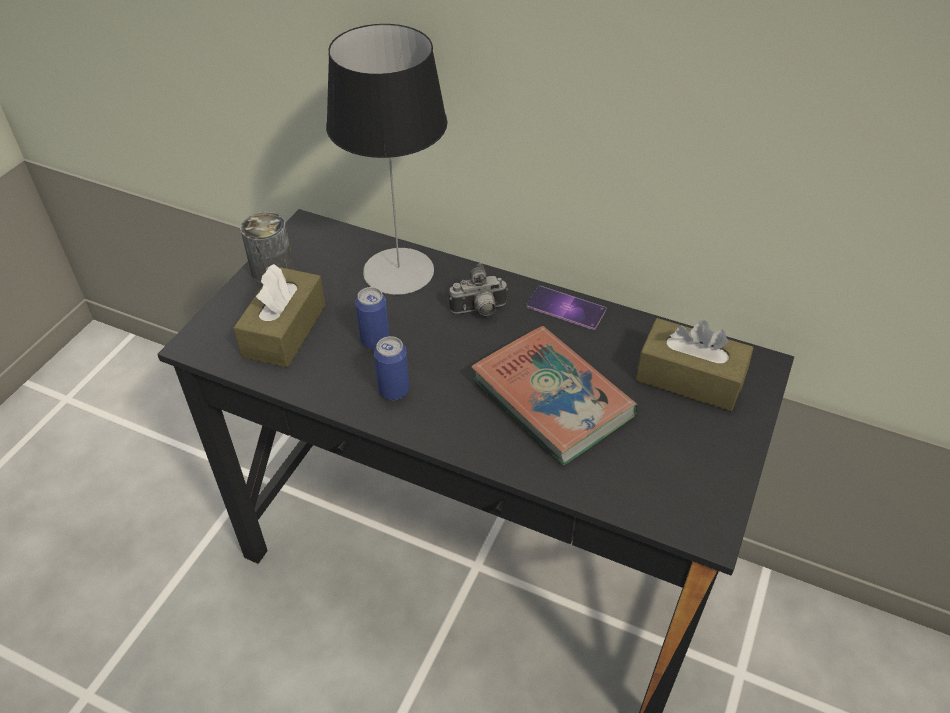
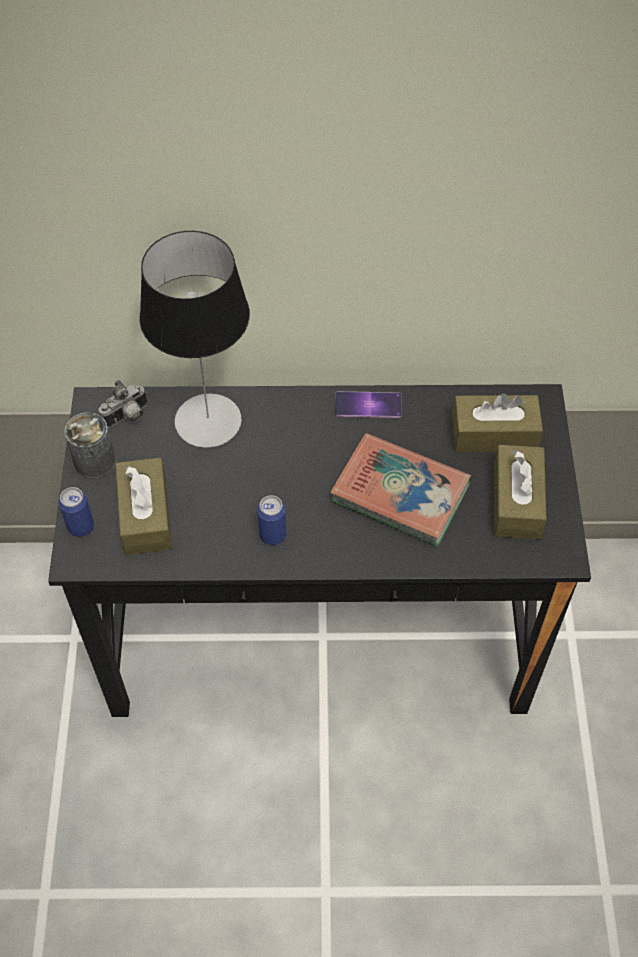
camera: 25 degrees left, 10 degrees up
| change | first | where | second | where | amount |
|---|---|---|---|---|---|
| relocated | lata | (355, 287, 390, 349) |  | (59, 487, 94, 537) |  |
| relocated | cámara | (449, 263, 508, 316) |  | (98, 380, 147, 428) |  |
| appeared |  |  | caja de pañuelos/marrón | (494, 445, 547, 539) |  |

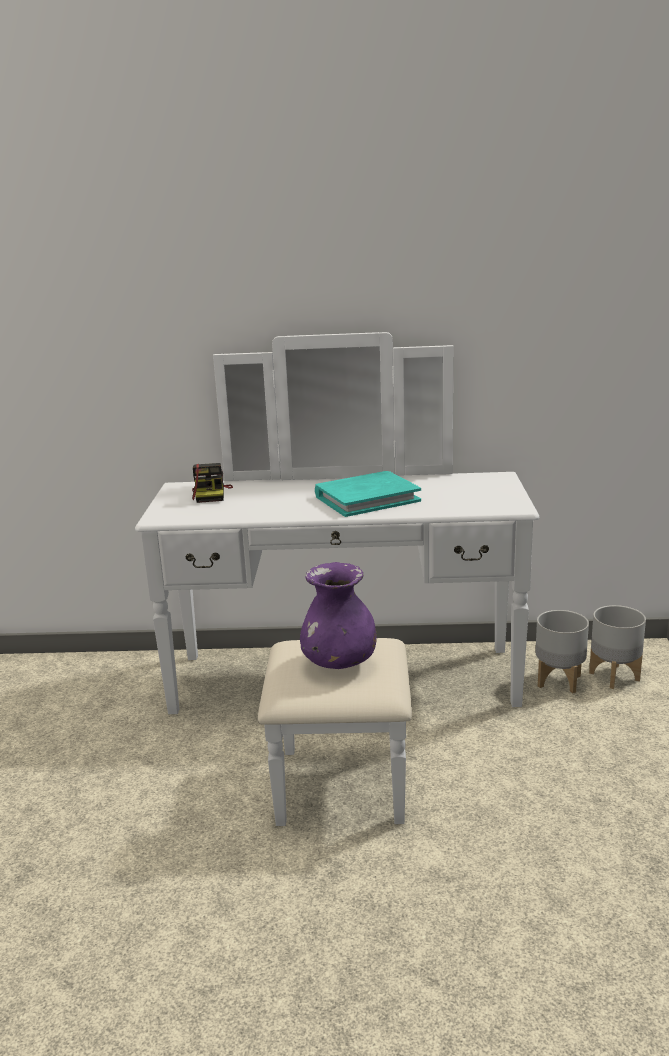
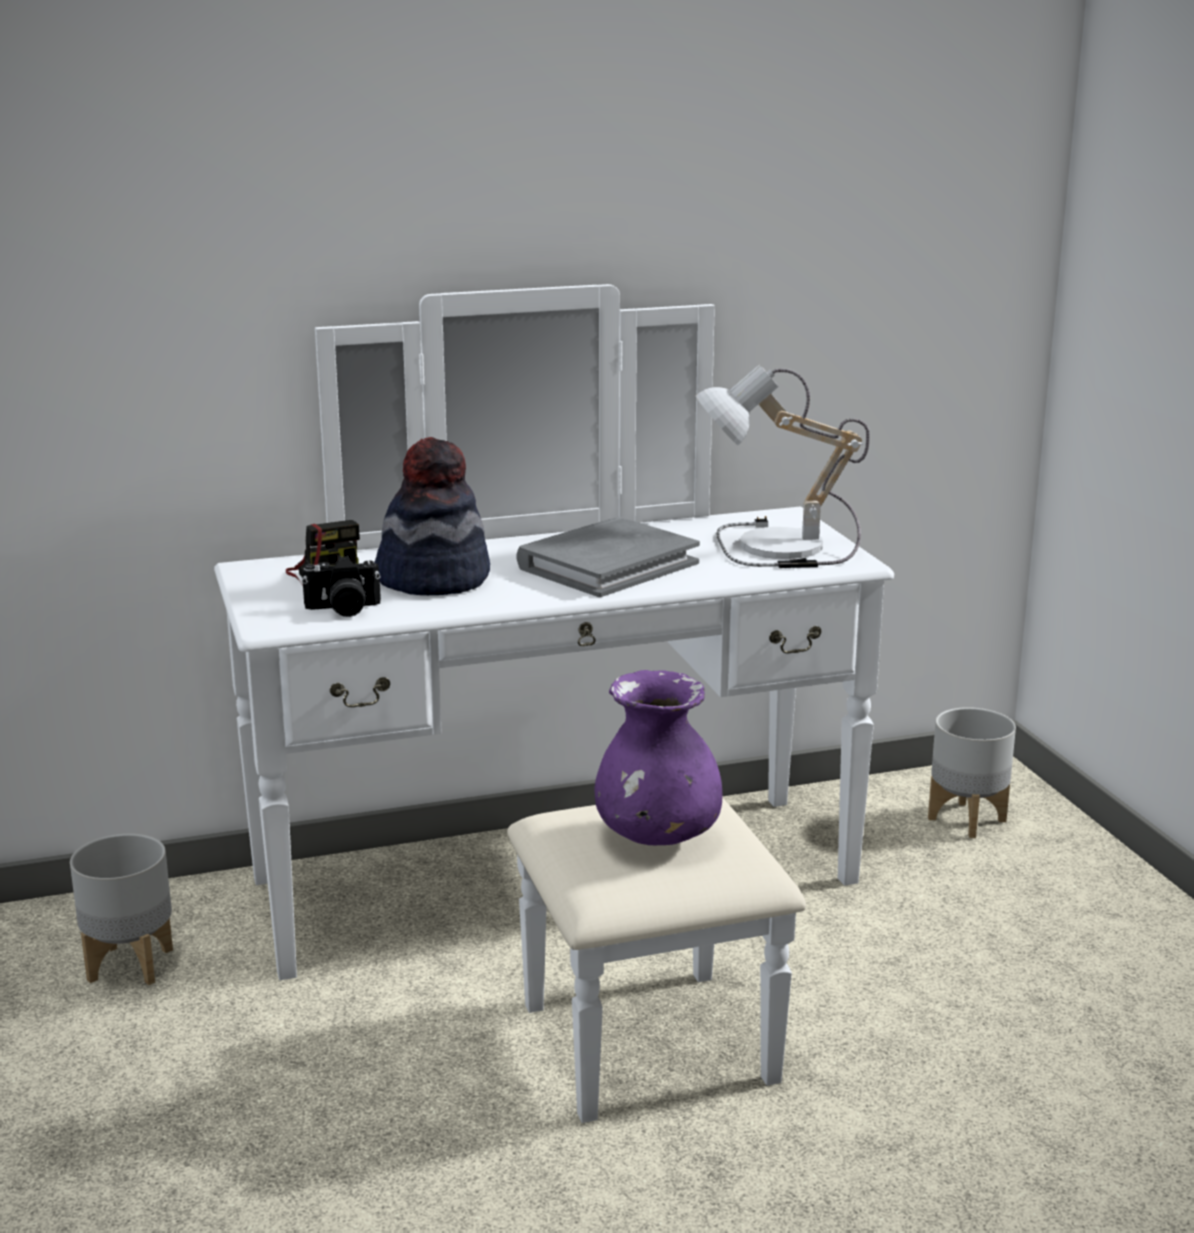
camera: 20 degrees left, 0 degrees up
| change | first | where | second | where | amount |
|---|---|---|---|---|---|
| relocated | maceta/gris | (535, 610, 589, 693) |  | (70, 834, 173, 985) |  |
| appeared |  |  | cámara | (302, 555, 381, 617) |  |
| appeared |  |  | sombrero | (374, 437, 490, 595) |  |
| colour | libro/turquesa | (315, 471, 421, 517) | libro/gris | (516, 517, 700, 597) |  |
| appeared |  |  | lámpara de mesa | (695, 364, 870, 568) |  |

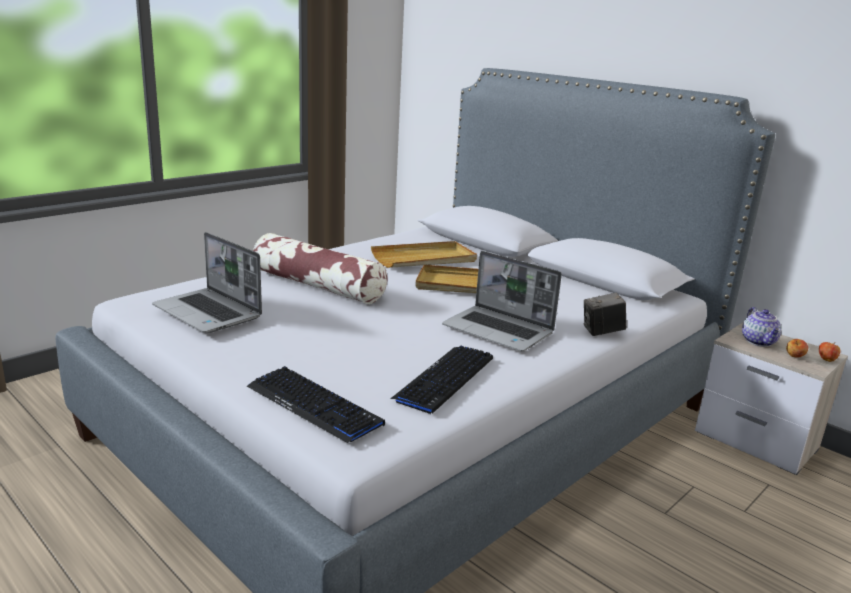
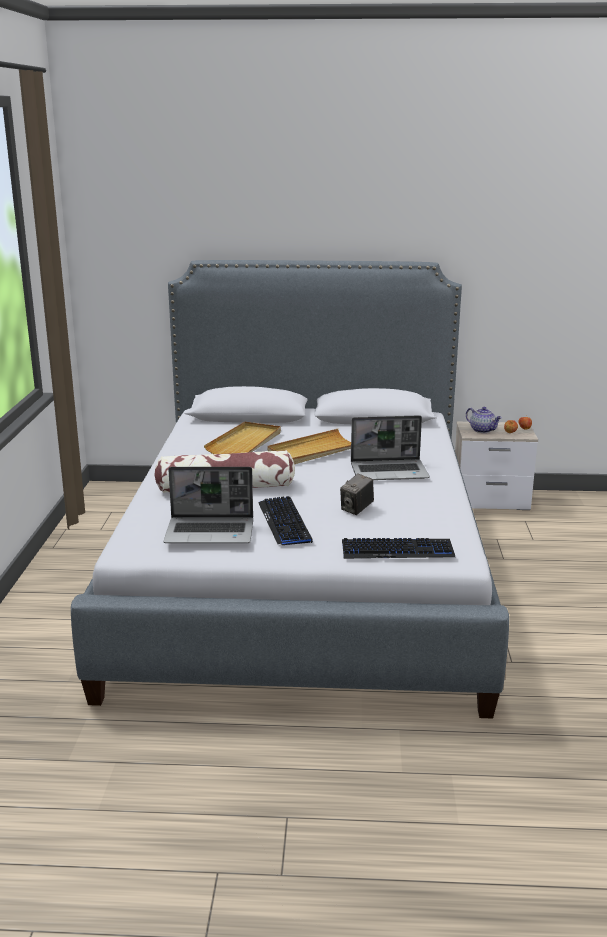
camera: 40 degrees left, 0 degrees up
| change | first | where | second | where | amount |
|---|---|---|---|---|---|
| relocated | teclado | (390, 346, 493, 414) |  | (258, 496, 313, 545) |  |
| relocated | cámara | (584, 292, 626, 336) |  | (340, 473, 374, 515) |  |

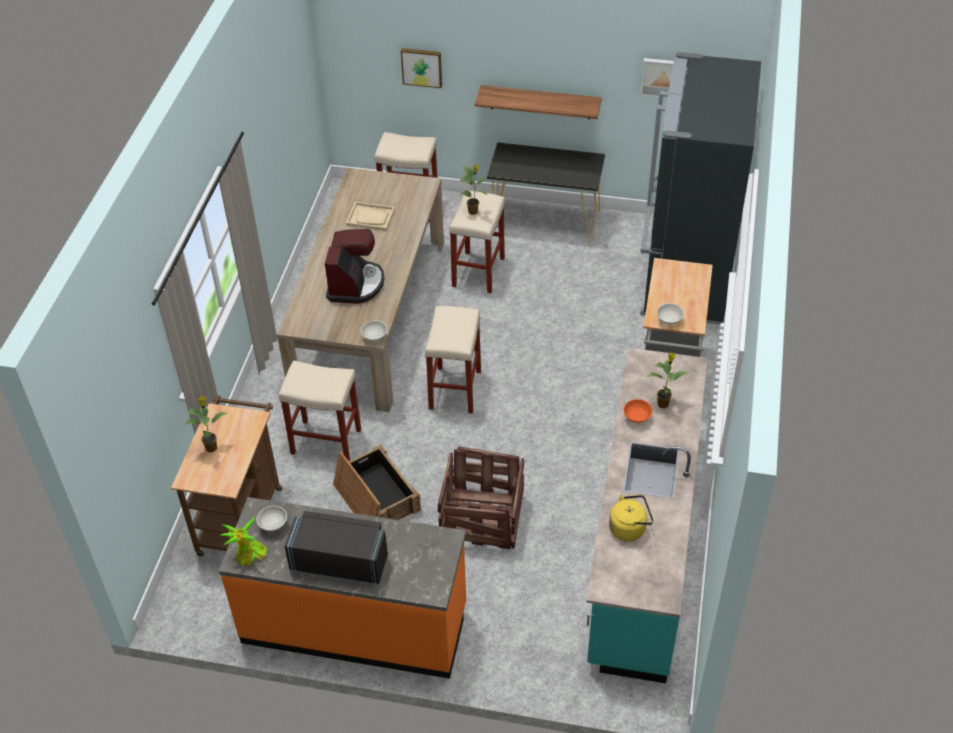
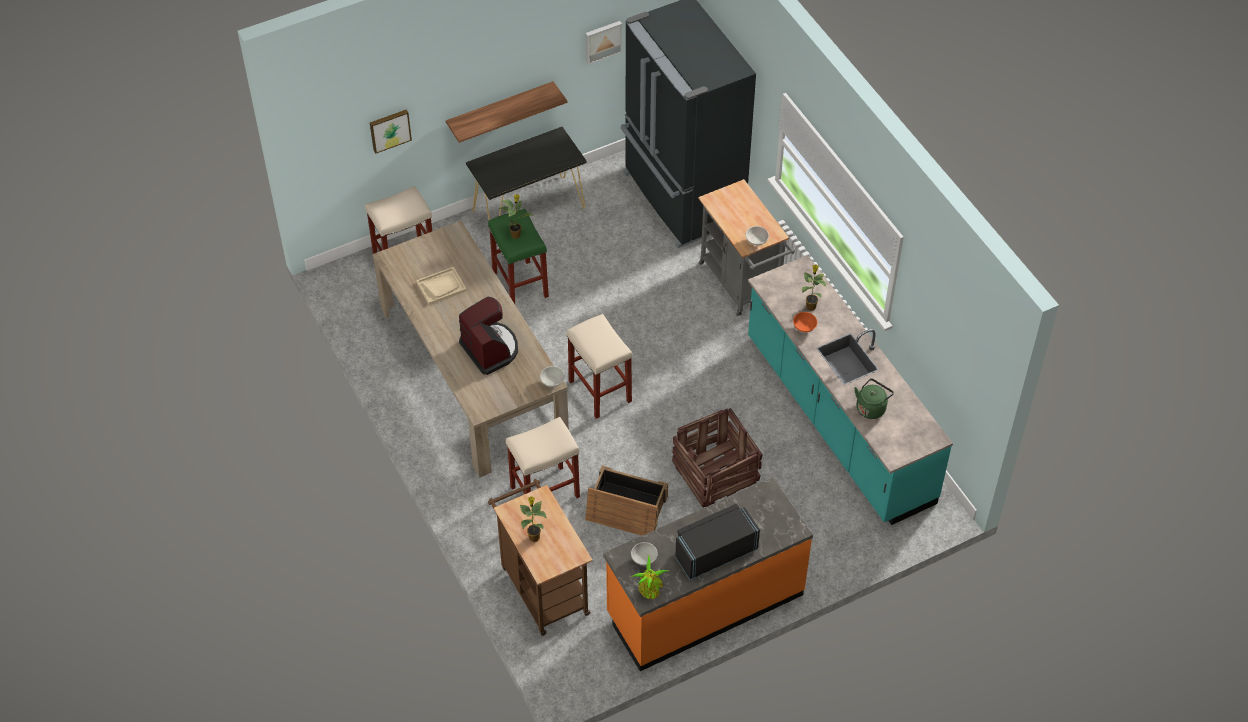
camera: 40 degrees left, 5 degrees up
| change | first | where | second | where | amount |
|---|---|---|---|---|---|
| colour | taburete/beis | (449, 191, 505, 293) | taburete/verde | (488, 209, 549, 304) |  |
| colour | hervidor/amarillo | (609, 495, 653, 542) | hervidor/verde | (854, 378, 894, 419) |  |

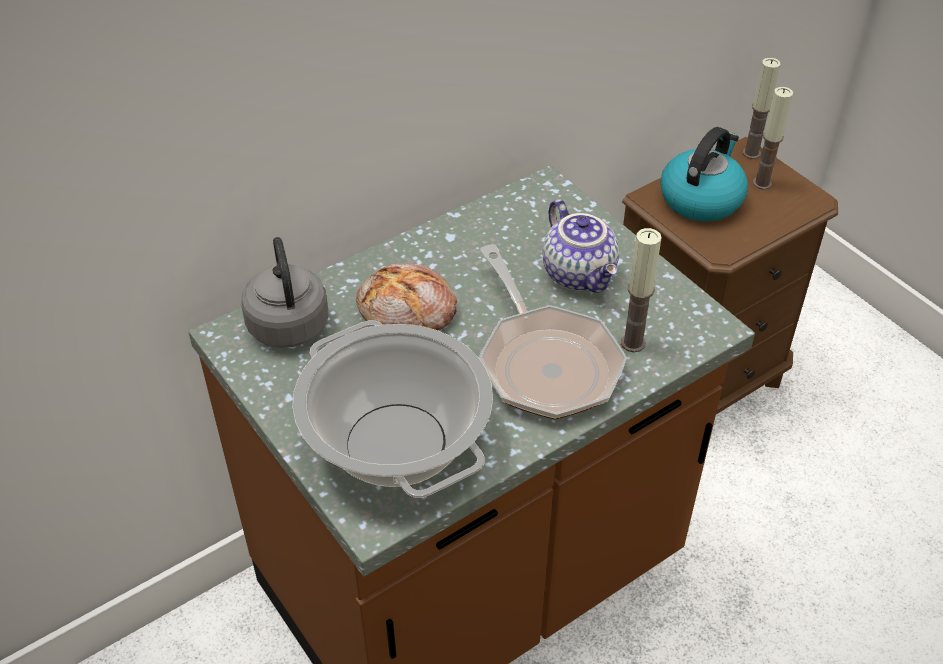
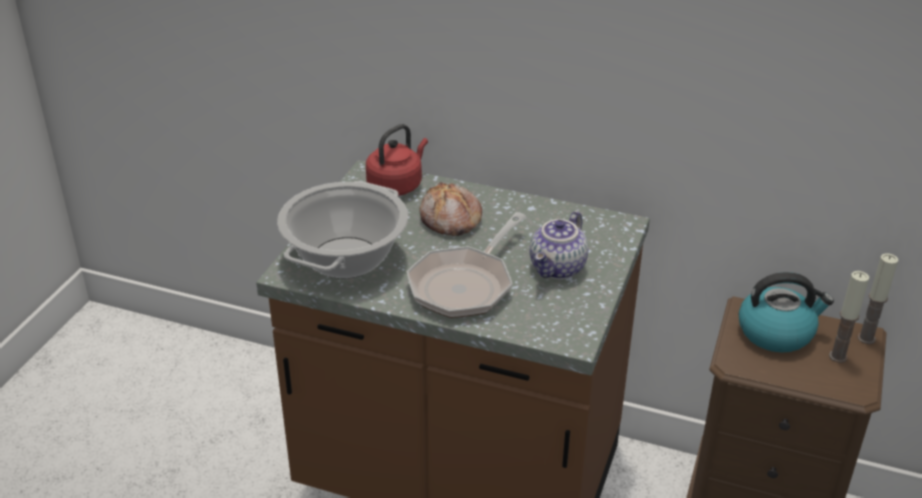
camera: 55 degrees right, 10 degrees down
| change | first | where | second | where | amount |
|---|---|---|---|---|---|
| colour | hervidor/gris | (241, 237, 328, 348) | hervidor/rojo | (366, 124, 428, 196) |  |
| missing | vela | (621, 228, 662, 352) |  |  |  |

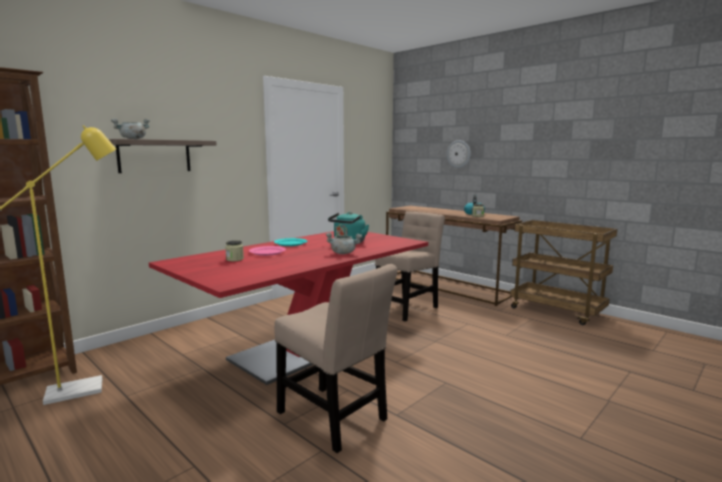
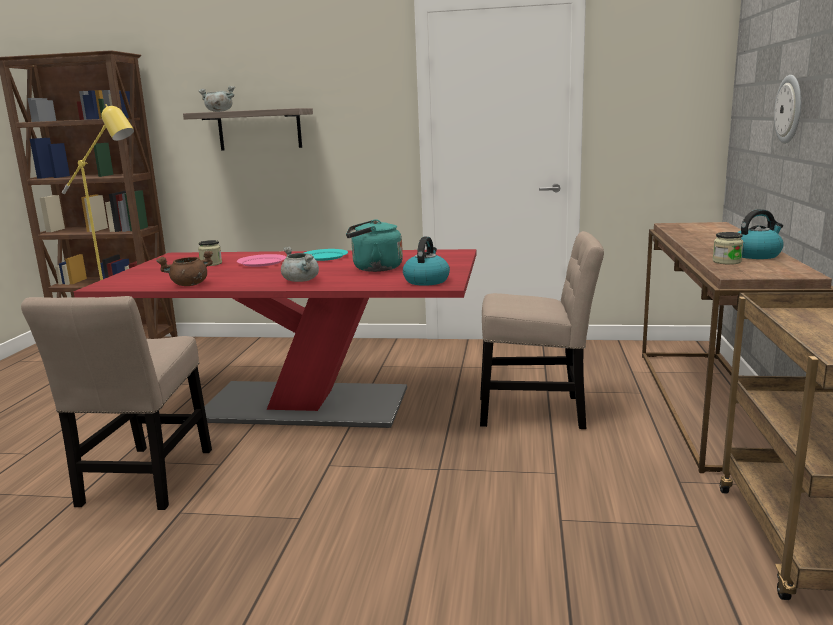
camera: 55 degrees right, 5 degrees up
| change | first | where | second | where | amount |
|---|---|---|---|---|---|
| appeared |  |  | olla/marrón | (156, 251, 213, 286) |  |
| appeared |  |  | hervidor | (403, 237, 450, 286) |  |

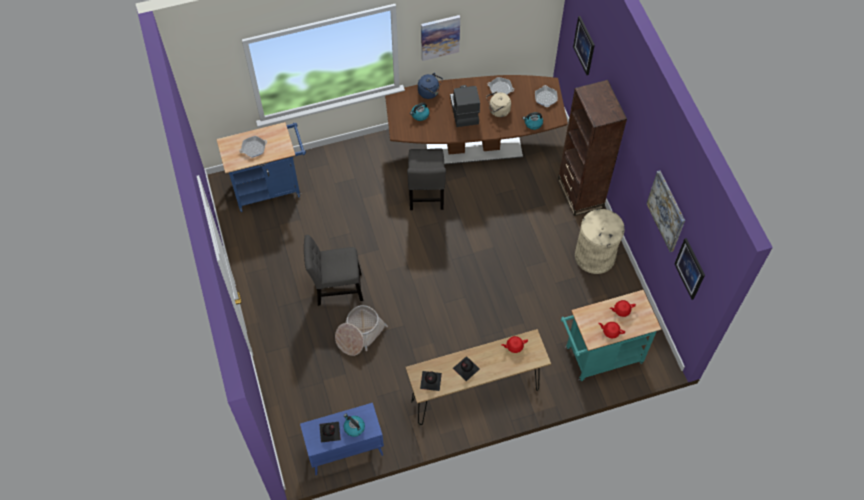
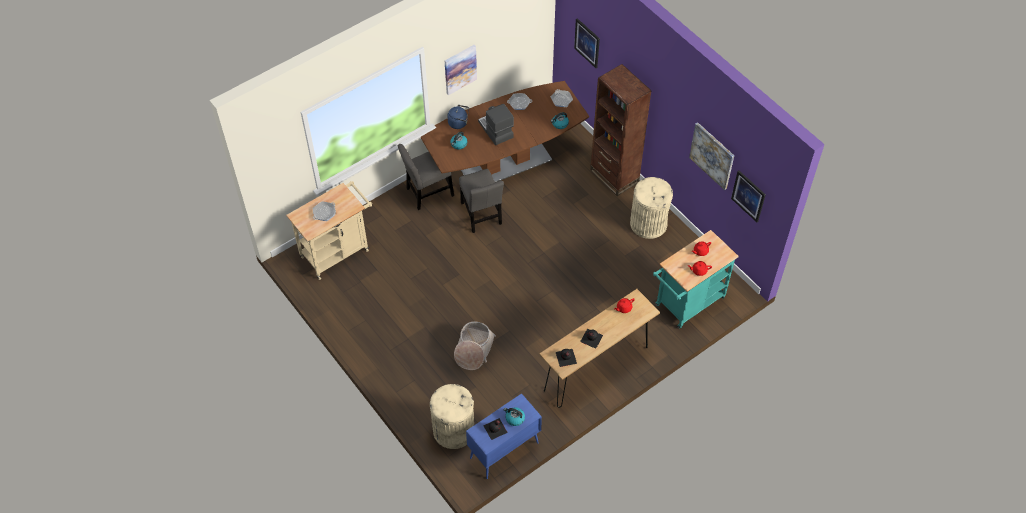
camera: 20 degrees left, 5 degrees down
| change | first | where | second | where | amount |
|---|---|---|---|---|---|
| colour | carrito/azul | (216, 122, 306, 212) | carrito/beis | (286, 181, 372, 280) |  |
| relocated | silla/gris | (304, 235, 363, 306) |  | (398, 144, 454, 210) |  |
| appeared |  |  | papelera/beis | (430, 384, 474, 449) |  |
| missing | hervidor/beis | (486, 91, 511, 117) |  |  |  |

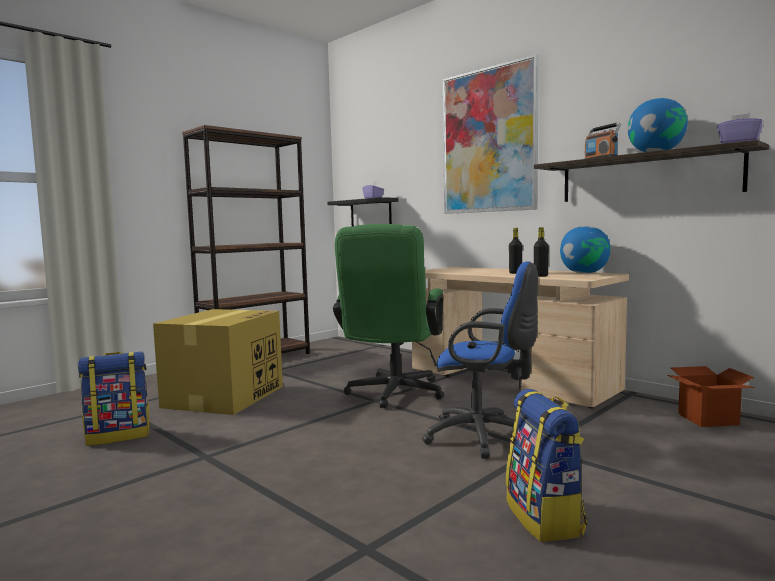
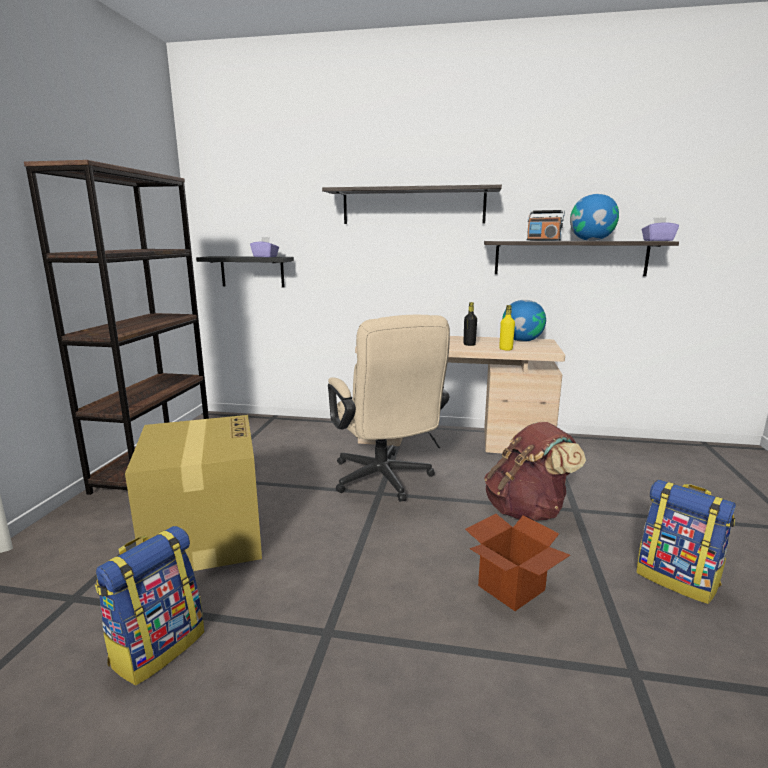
camera: 35 degrees left, 10 degrees up
| change | first | where | second | where | amount |
|---|---|---|---|---|---|
| exchanged | cuadro | (443, 54, 539, 214) | estante | (322, 185, 502, 224) |  |
| colour | silla de oficina/verde | (333, 224, 444, 409) | silla de oficina/beis | (328, 315, 450, 502) |  |
| relocated | caja de cartón | (667, 366, 756, 427) |  | (465, 514, 570, 611) |  |
| exchanged | silla de oficina/azul | (422, 262, 538, 459) | mochila/marrón | (484, 422, 586, 521) |  |
| colour | botella/negro | (534, 227, 549, 277) | botella/amarillo | (499, 305, 515, 350) |  |

